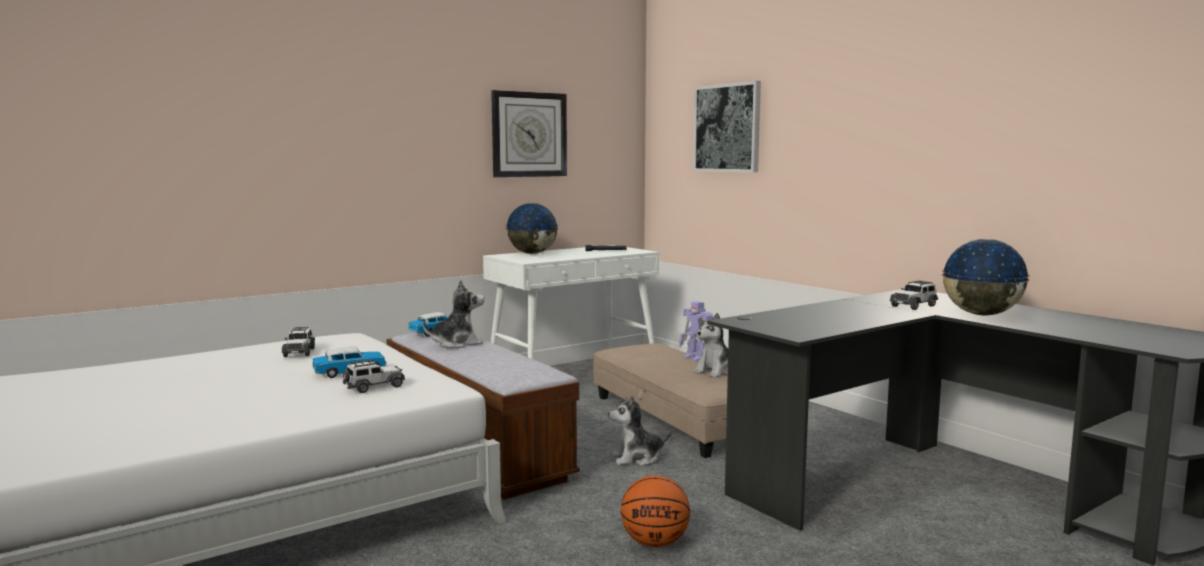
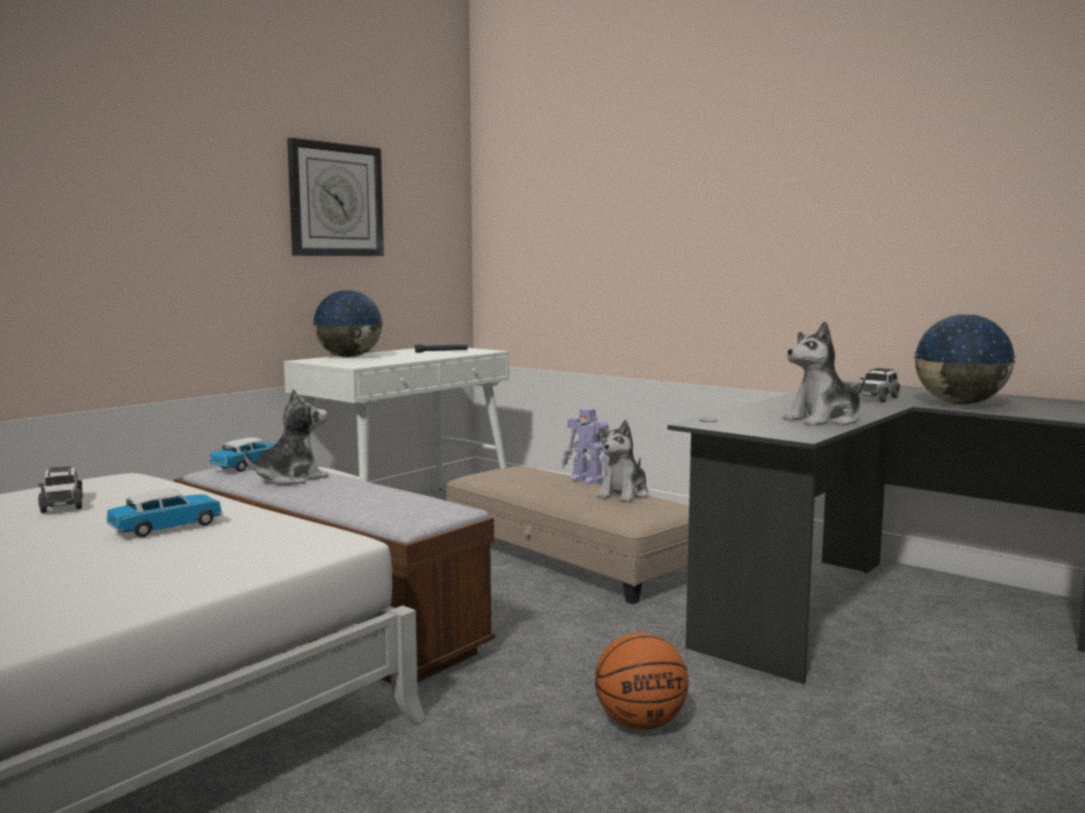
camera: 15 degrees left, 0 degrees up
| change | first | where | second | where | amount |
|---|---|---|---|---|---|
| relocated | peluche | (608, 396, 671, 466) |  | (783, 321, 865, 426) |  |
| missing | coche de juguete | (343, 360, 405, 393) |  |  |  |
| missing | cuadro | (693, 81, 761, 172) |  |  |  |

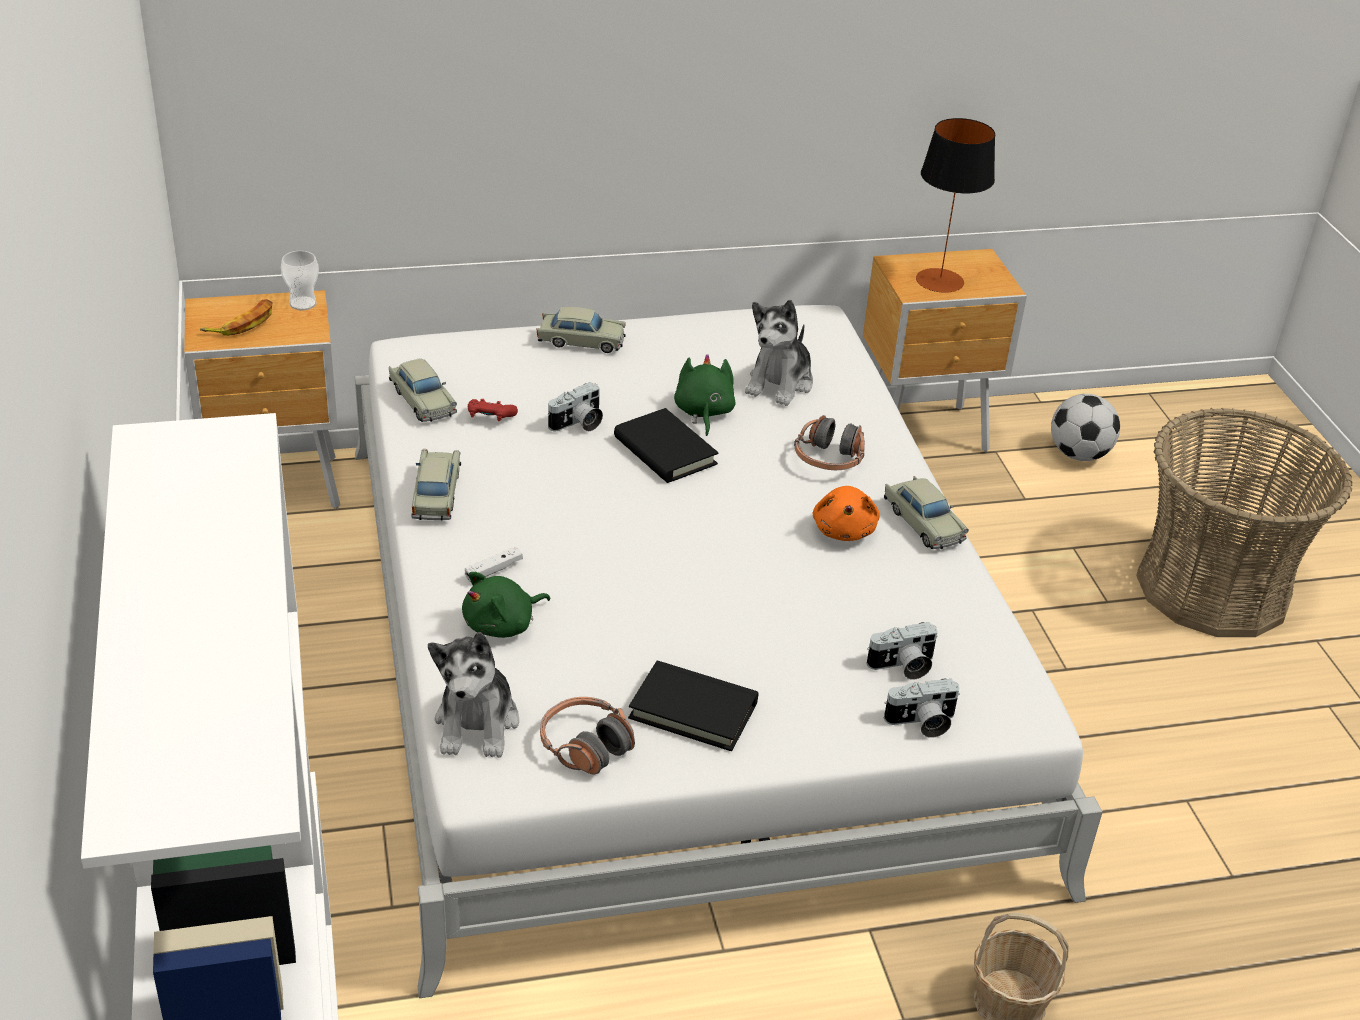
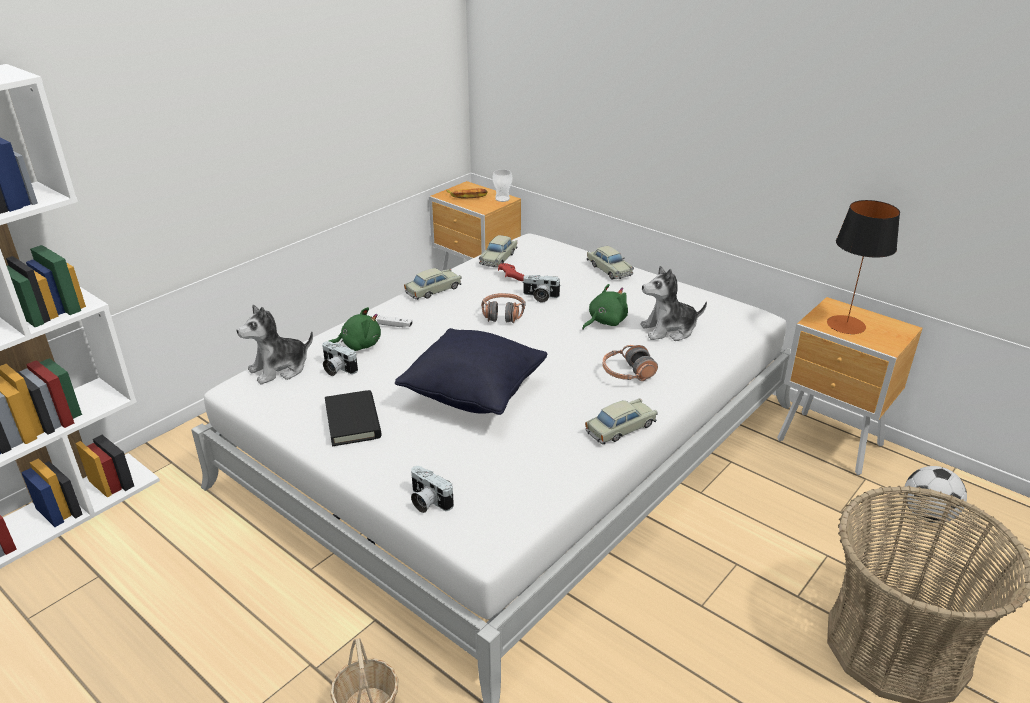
camera: 55 degrees right, 5 degrees down
| change | first | where | second | where | amount |
|---|---|---|---|---|---|
| relocated | cámara | (866, 622, 938, 680) |  | (322, 341, 358, 376) |  |
| spun | peluche/verde | (462, 572, 550, 638) |  | (329, 307, 381, 351) | 150 degrees clockwise |
| appeared |  |  | cojín/negro | (395, 328, 547, 415) |  |
| relocated | auriculares | (540, 697, 635, 774) |  | (481, 293, 526, 323) |  |
| spun | coche de juguete/beis | (884, 476, 969, 549) |  | (585, 398, 658, 444) | 150 degrees counterclockwise |
| missing | libro/negro | (614, 408, 718, 483) |  |  |  |
| missing | peluche/naranja | (813, 486, 880, 541) |  |  |  |

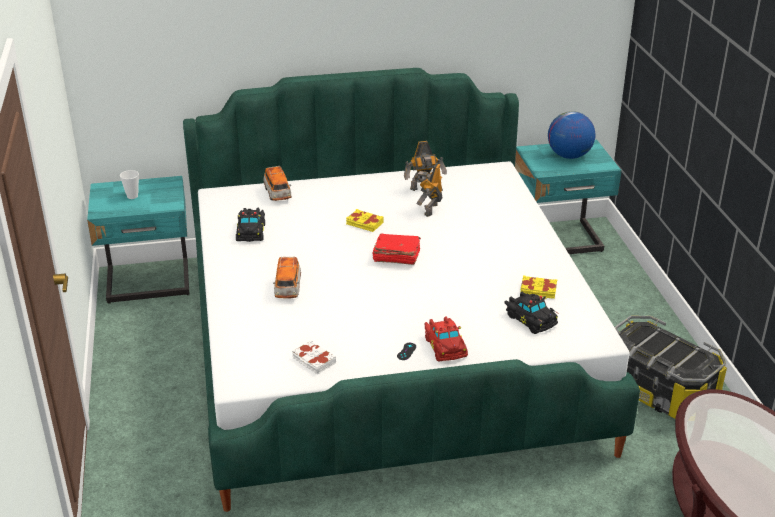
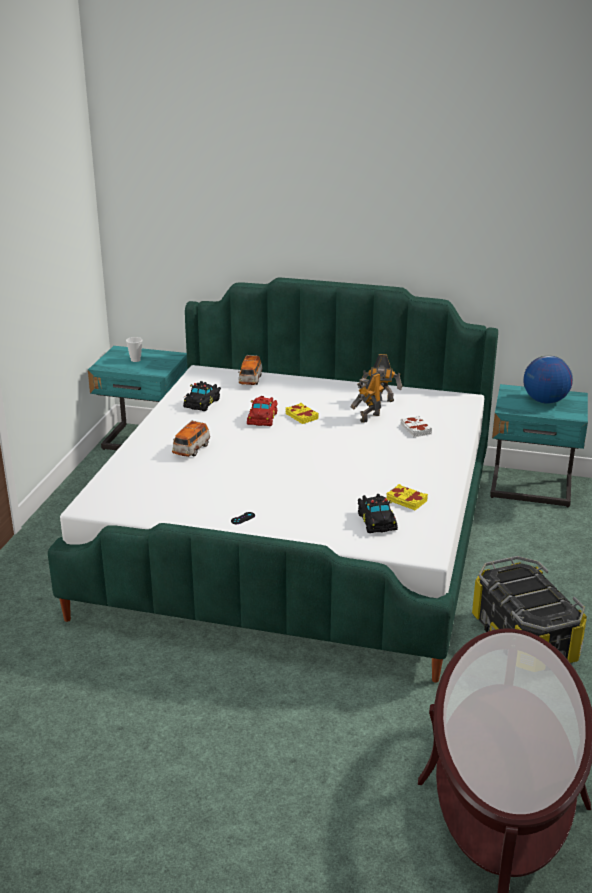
camera: 25 degrees right, 5 degrees down
| change | first | where | second | where | amount |
|---|---|---|---|---|---|
| relocated | coche de juguete/rojo | (424, 317, 468, 362) |  | (247, 396, 277, 426) |  |
| relocated | libro/blanco | (292, 340, 336, 374) |  | (400, 416, 432, 437) |  |
| missing | libro/rojo | (372, 233, 421, 265) |  |  |  |

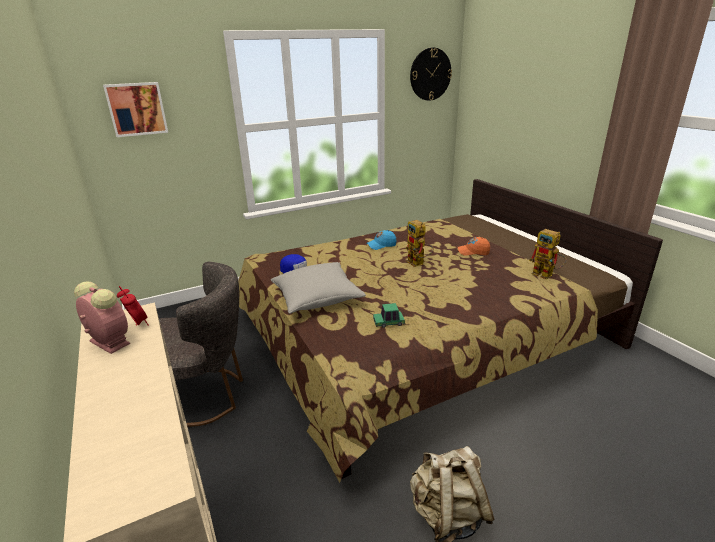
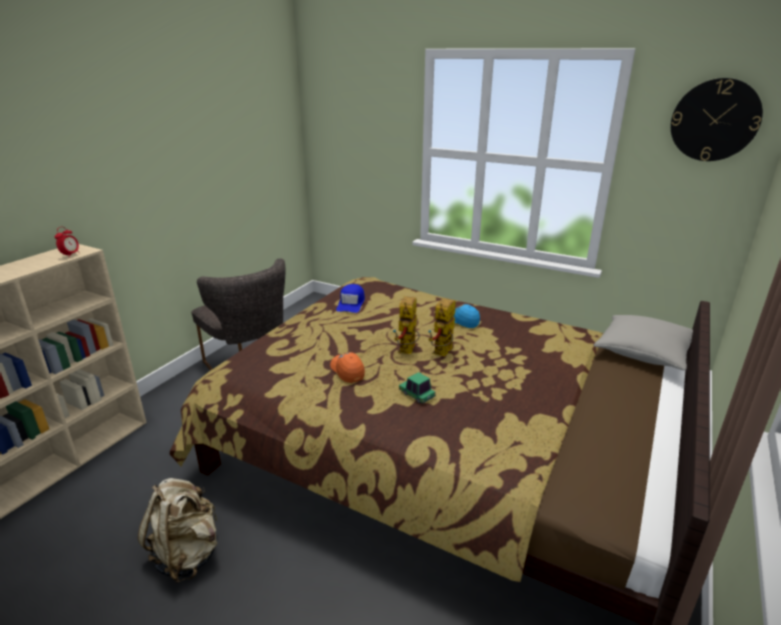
camera: 55 degrees right, 0 degrees up
| change | first | where | second | where | amount |
|---|---|---|---|---|---|
| relocated | gorra/naranja | (458, 237, 490, 256) |  | (330, 352, 365, 383) |  |
| relocated | robot de juguete | (529, 229, 567, 279) |  | (393, 296, 420, 354) |  |
| relocated | coche de juguete | (373, 303, 405, 328) |  | (399, 372, 436, 404) |  |
| relocated | cojín/gris | (271, 262, 366, 314) |  | (593, 315, 693, 370) |  |
| missing | despertador | (74, 281, 130, 354) |  |  |  |
| missing | cuadro | (103, 82, 168, 137) |  |  |  |

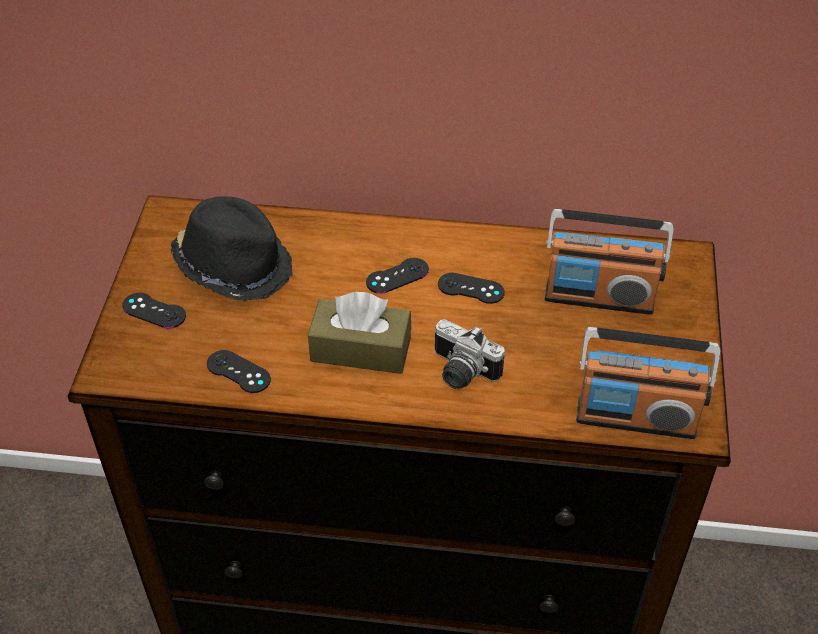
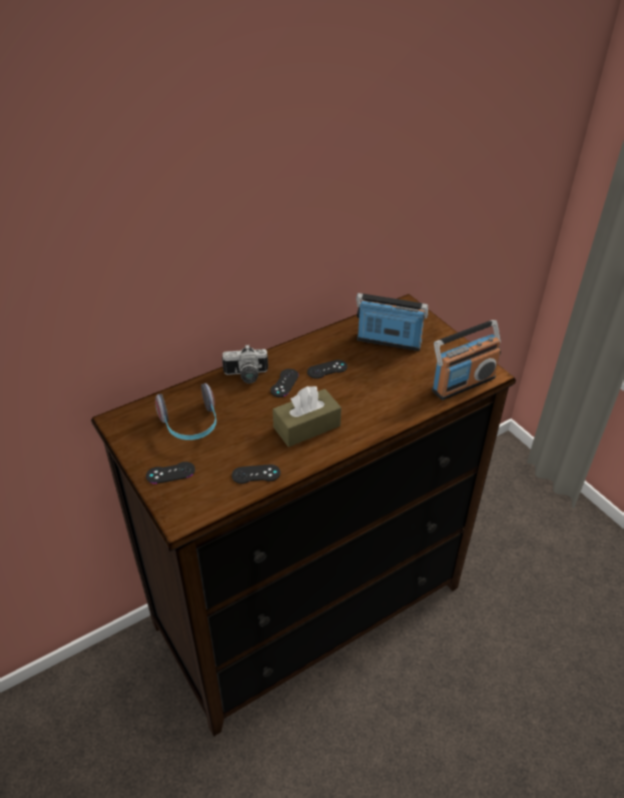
camera: 40 degrees left, 5 degrees down
| change | first | where | second | where | amount |
|---|---|---|---|---|---|
| exchanged | sombrero/negro | (171, 197, 292, 301) | auriculares | (155, 383, 216, 440) |  |
| relocated | cámara | (434, 319, 505, 389) |  | (222, 345, 268, 384) |  |
| spun | radio | (545, 209, 674, 315) |  | (356, 293, 428, 351) | 135 degrees counterclockwise |

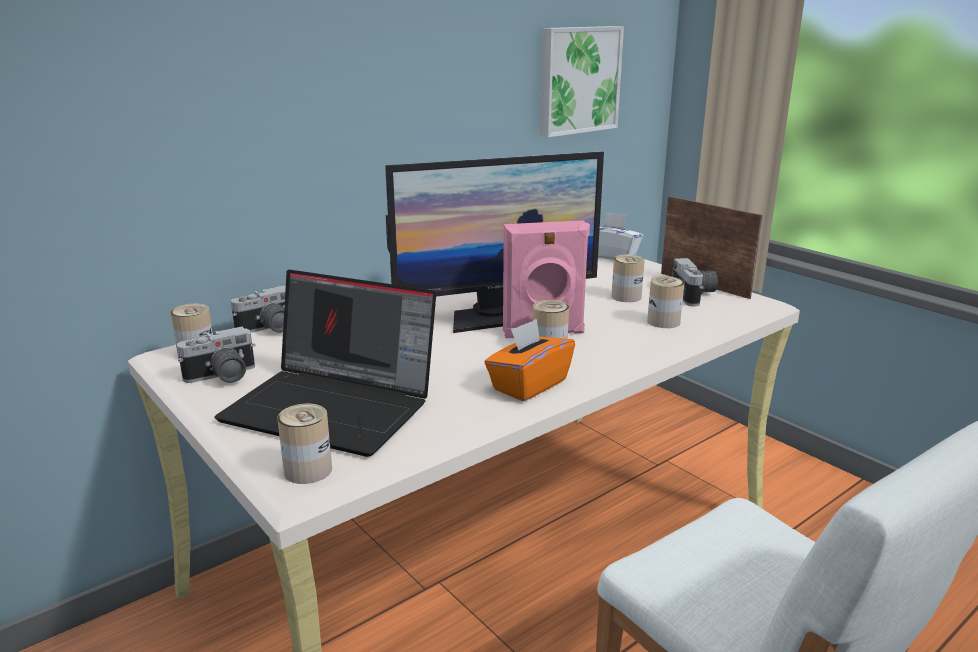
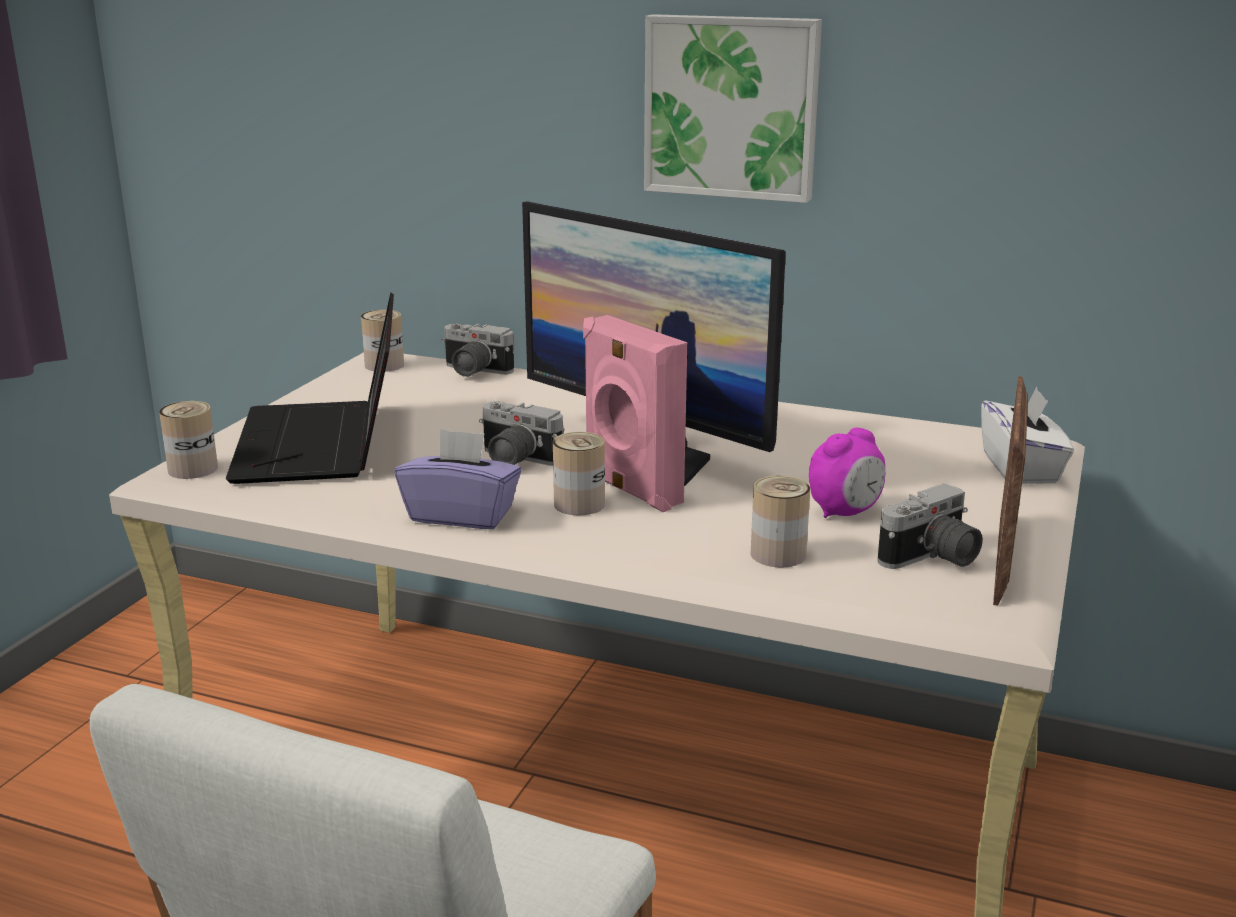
camera: 60 degrees right, 0 degrees up
| change | first | where | second | where | amount |
|---|---|---|---|---|---|
| colour | caja de pañuelos/naranja | (484, 319, 575, 401) | caja de pañuelos/morado | (395, 429, 522, 529) |  |
| relocated | cámara | (177, 327, 255, 383) |  | (479, 401, 564, 466) |  |
| relocated | cuadro | (540, 26, 624, 138) |  | (644, 14, 822, 203) |  |
| exchanged | lata | (611, 255, 645, 302) | despertador | (809, 428, 885, 518) |  |

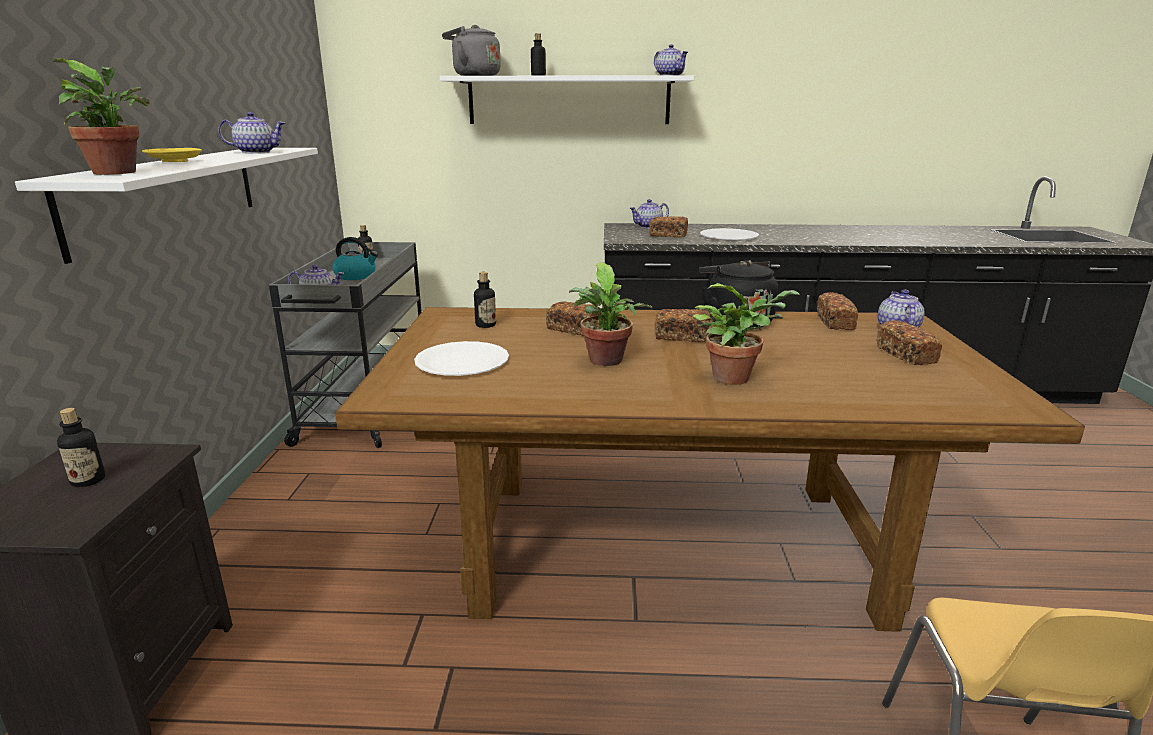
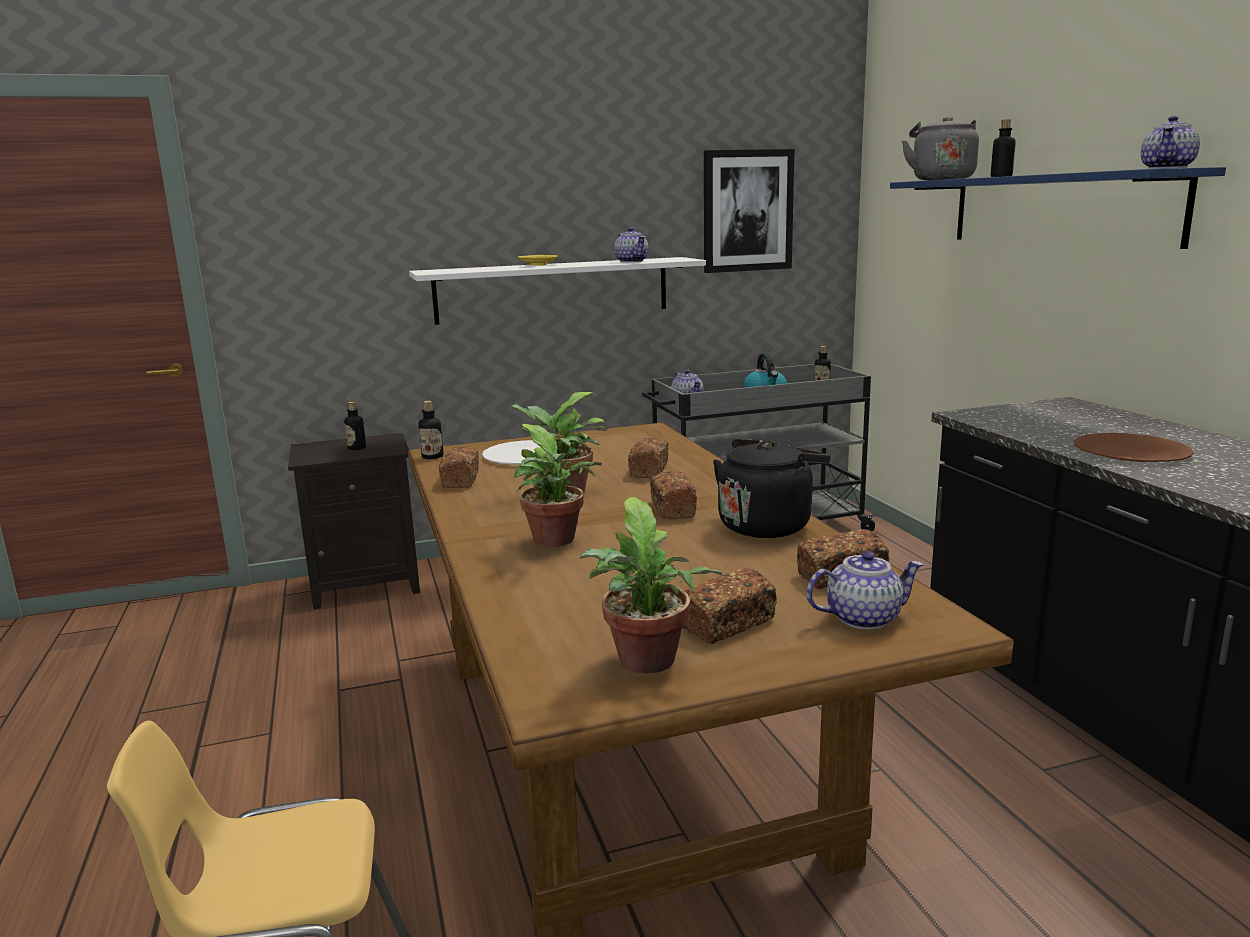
camera: 70 degrees right, 5 degrees down
| change | first | where | second | where | amount |
|---|---|---|---|---|---|
| relocated | botella | (474, 272, 496, 328) |  | (419, 401, 444, 459) |  |
| relocated | pan | (649, 216, 688, 238) |  | (439, 447, 479, 488) |  |
| relocated | planta en maceta | (53, 58, 150, 175) |  | (580, 497, 722, 674) |  |
| appeared |  |  | cuadro | (704, 149, 795, 273) |  |
| colour | estante/blanco | (440, 75, 694, 124) | estante/azul | (890, 167, 1226, 249) |  |
| colour | plato/blanco | (700, 228, 759, 241) | plato/marrón | (1073, 433, 1194, 462) |  |
| missing | tetera | (629, 199, 669, 228) |  |  |  |

